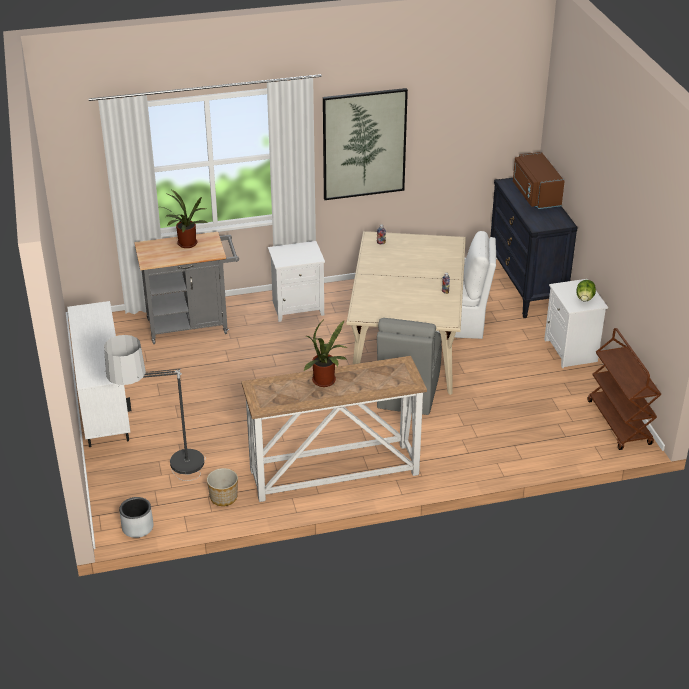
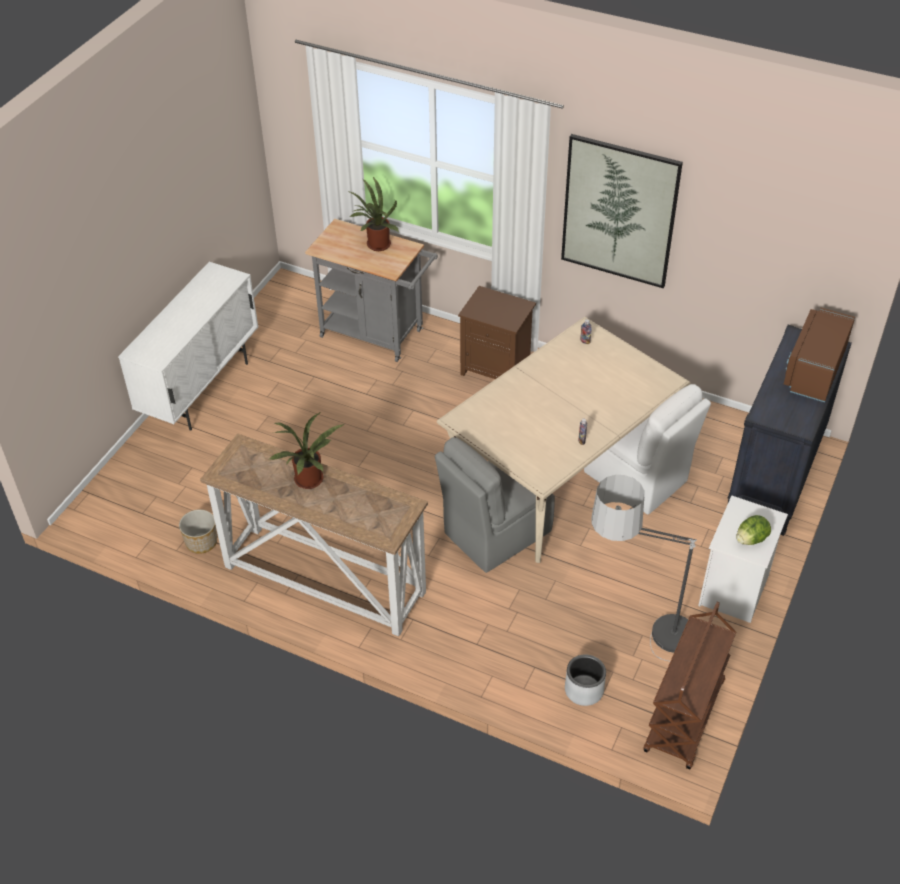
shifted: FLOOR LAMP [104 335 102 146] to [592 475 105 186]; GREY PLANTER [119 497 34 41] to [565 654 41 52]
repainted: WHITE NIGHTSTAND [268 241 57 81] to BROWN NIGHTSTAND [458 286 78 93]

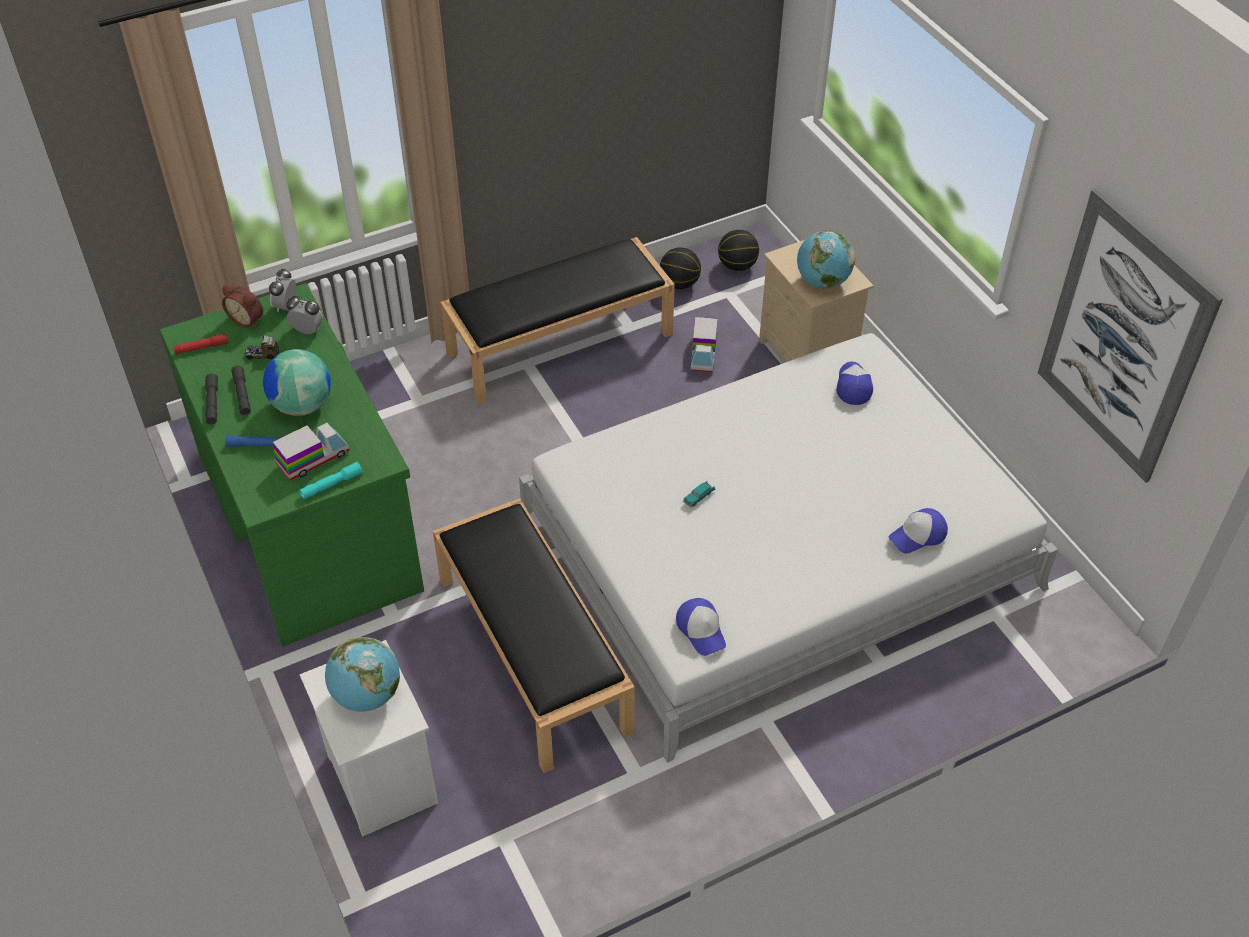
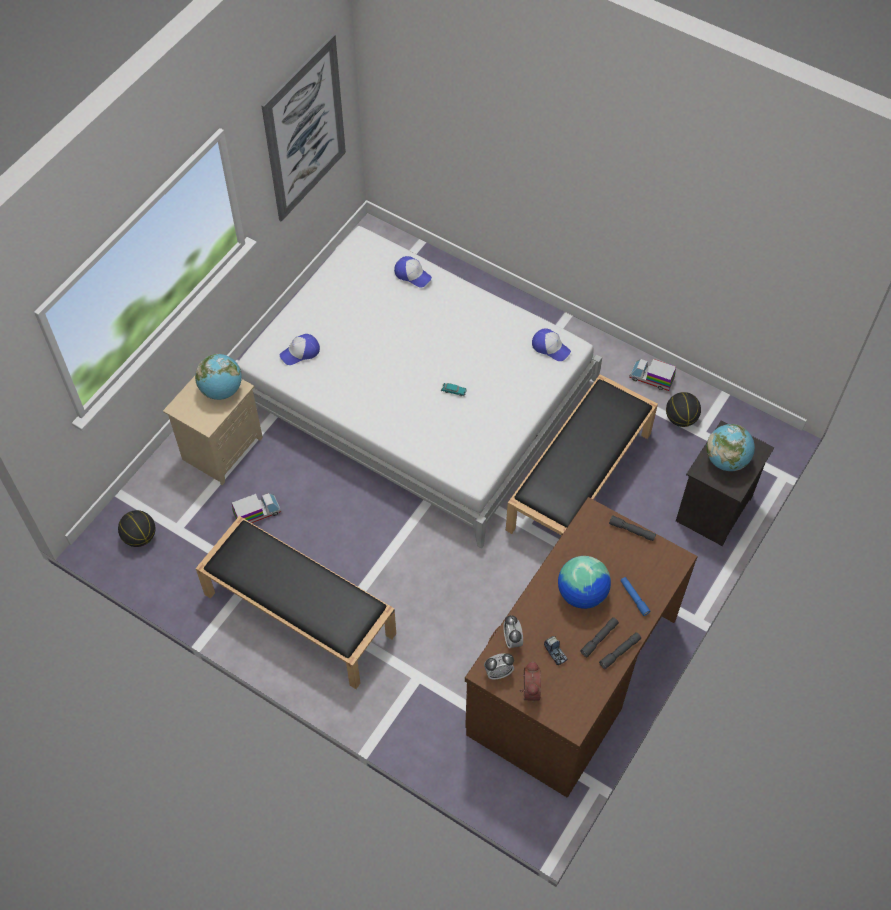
gone: RED FLASHLIGHT [173 333 55 21]
shifted: TOY TRUCK [273 423 77 58] to [629 359 47 32]; BASKETBALL [660 247 41 42] to [666 392 35 35]
repainted: GREEN DESK [159 283 265 364] to BROWN DESK [465 497 233 300]; TURQUOISE FLASHLIGHT [299 462 64 37] to GREY FLASHLIGHT [609 515 47 26]; WHITE NIGHTSTAND [300 640 138 197] to BLACK NIGHTSTAND [676 420 98 126]
rotated: CAP [676 598 50 58] = [532 328 39 33] 90 degrees clockwise

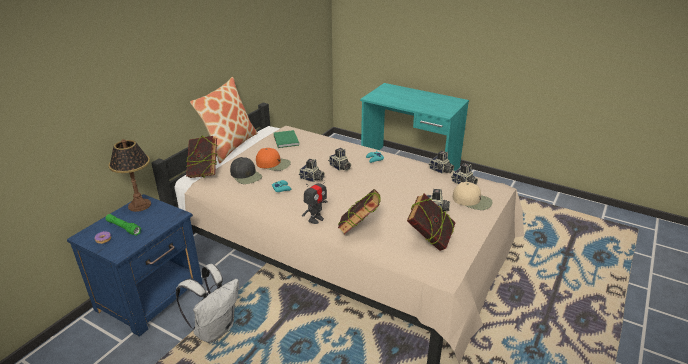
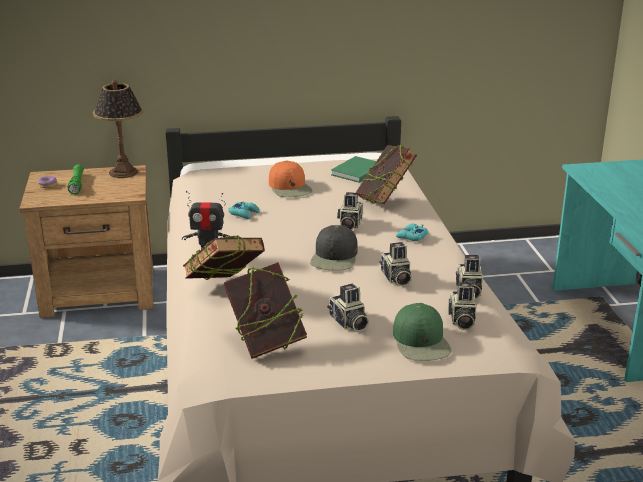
gone: WHITE BACKPACK [176 264 63 79]; PILLOW [190 77 68 86]
shifted: BOOK [186 136 31 42] to [355 144 62 60]; BLACK CAP [230 157 32 27] to [310 225 48 46]; PHOTO CAMERA [299 159 26 23] to [379 242 33 44]
repainted: BLUE NIGHTSTAND [67 194 136 143] to BROWN NIGHTSTAND [19 165 134 153]; BEIGE CAP [453 182 40 28] to GREEN CAP [393 303 59 58]

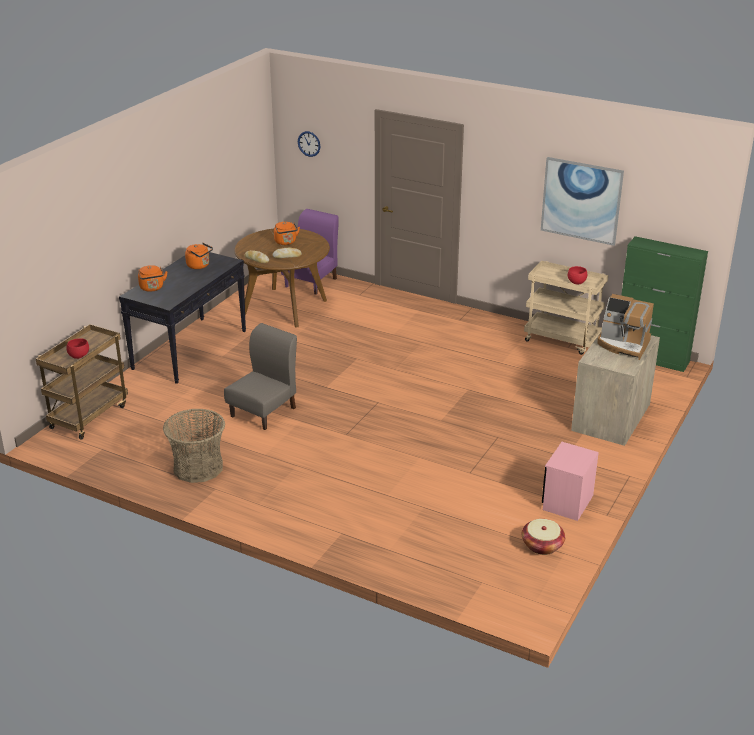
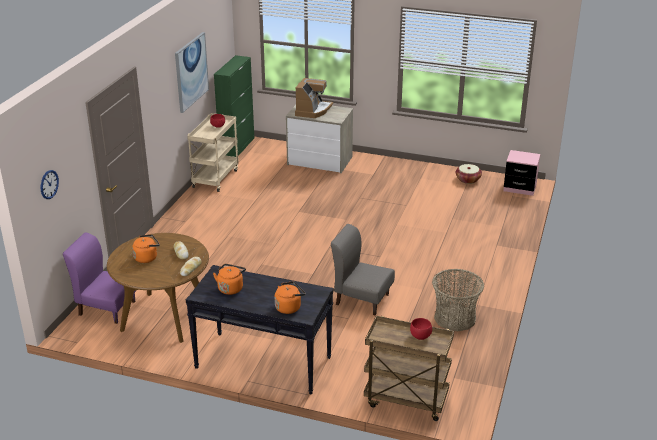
shifted: PINK NIGHTSTAND [542 442 57 79] to [503 150 37 46]

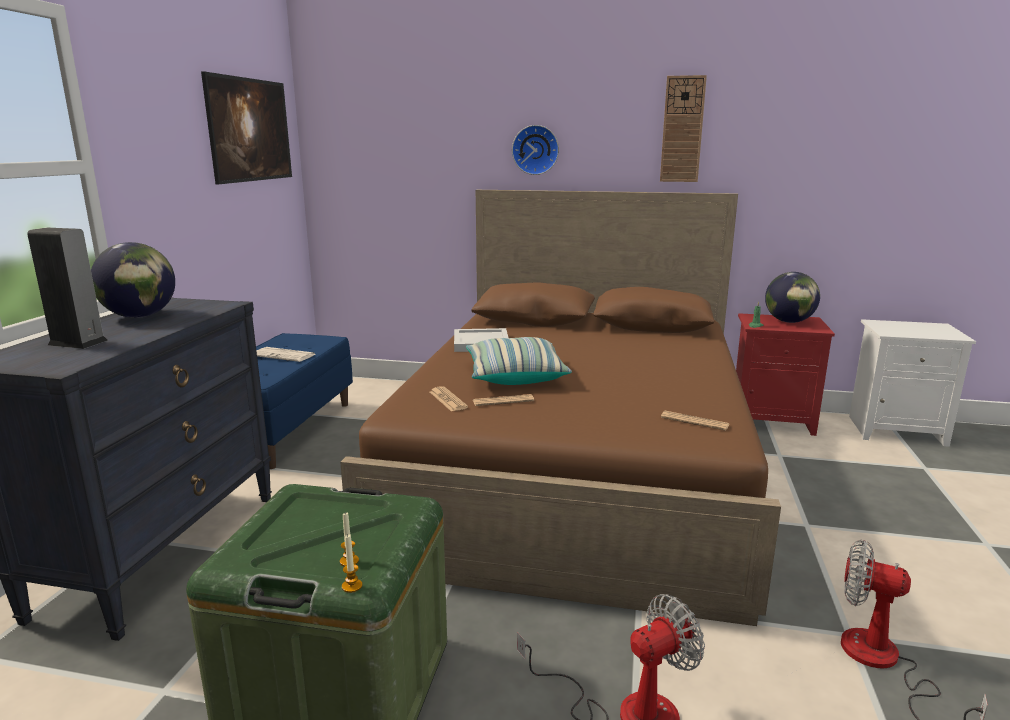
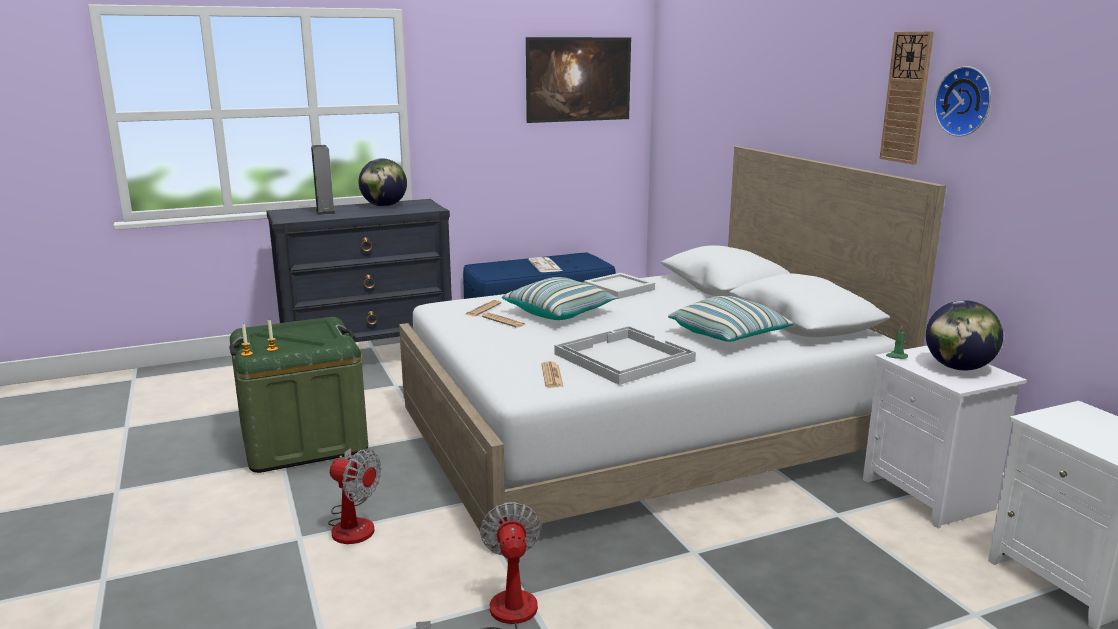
new: WHITE TRAY [555 326 141 59]; PILLOW [668 296 126 46]
shifted: WALL CLOCK [512 125 47 50] to [934 66 57 71]
repainted: BROWN BED [340 190 441 436] to WHITE BED [399 146 547 407]; RED NIGHTSTAND [736 313 99 123] to WHITE NIGHTSTAND [863 346 164 183]

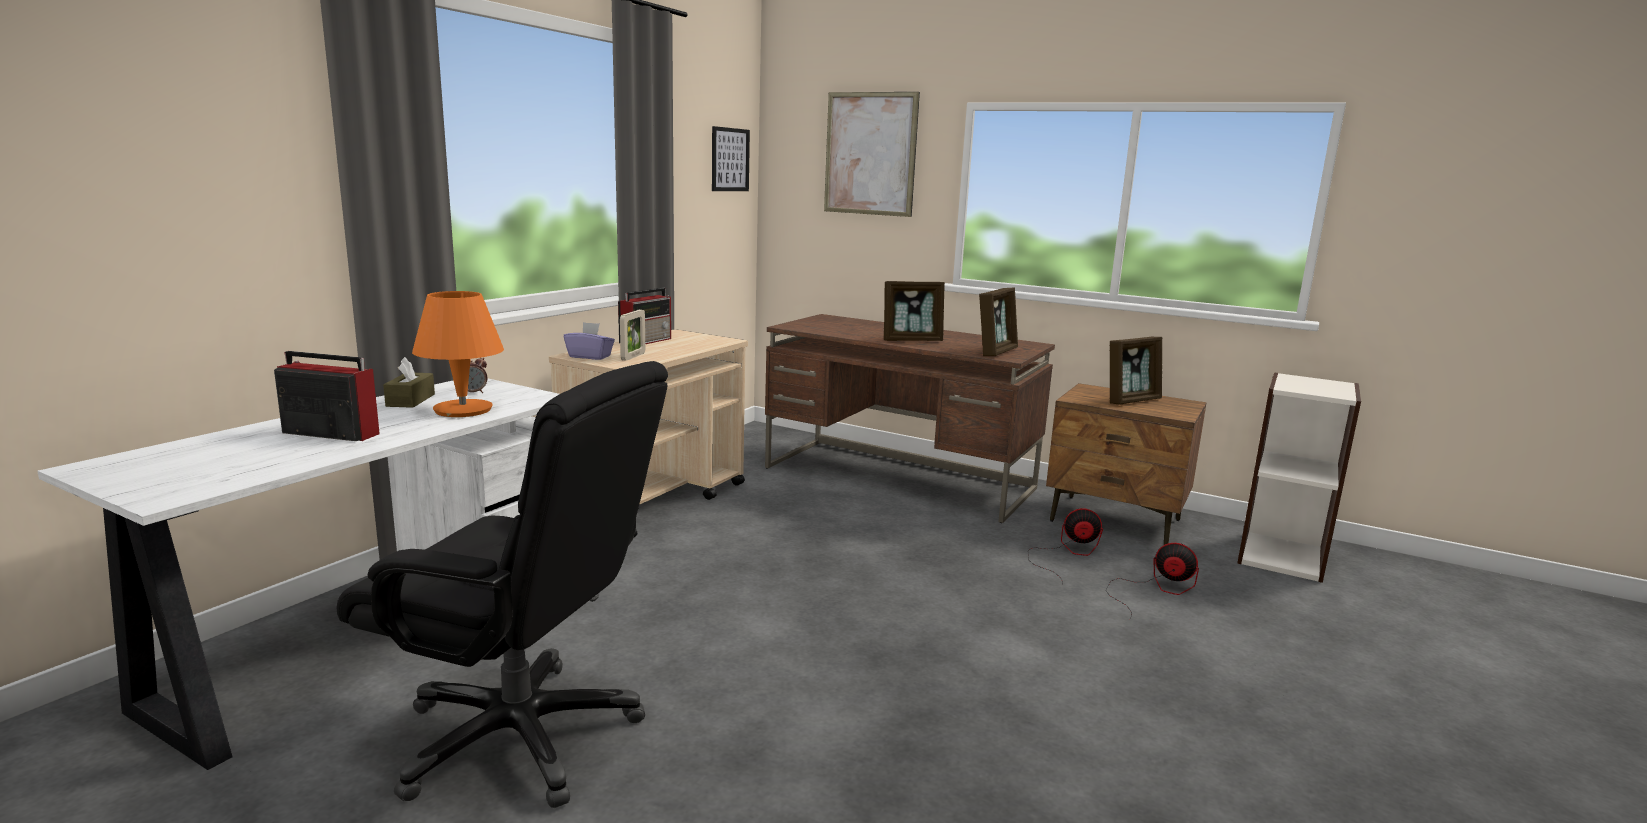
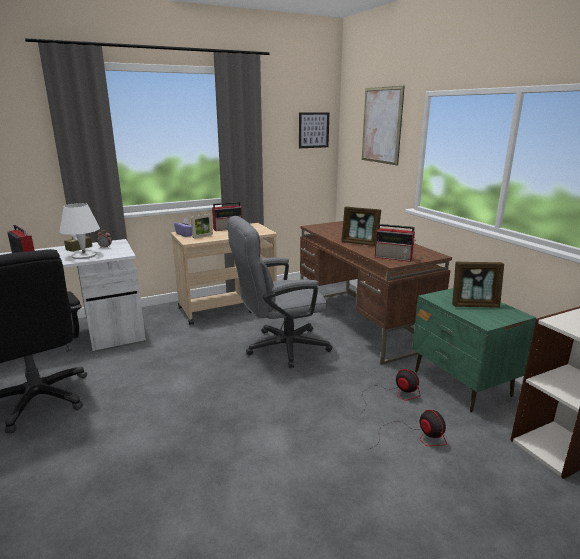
new: GREY OFFICE CHAIR [228 216 105 152]
swapped: PICTURE FRAME [979 287 39 69] to RADIO [375 224 41 38]
repainted: ORANGE TABLE LAMP [412 291 92 126] to WHITE TABLE LAMP [59 203 41 56]; BROWN NIGHTSTAND [1046 383 160 162] to GREEN NIGHTSTAND [412 288 124 124]

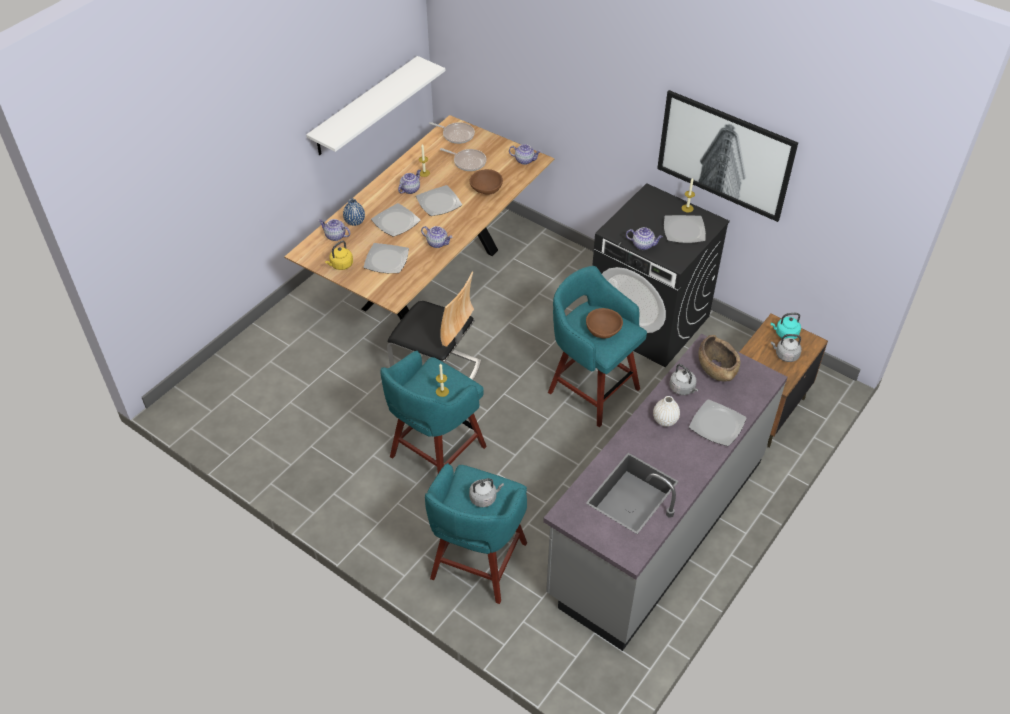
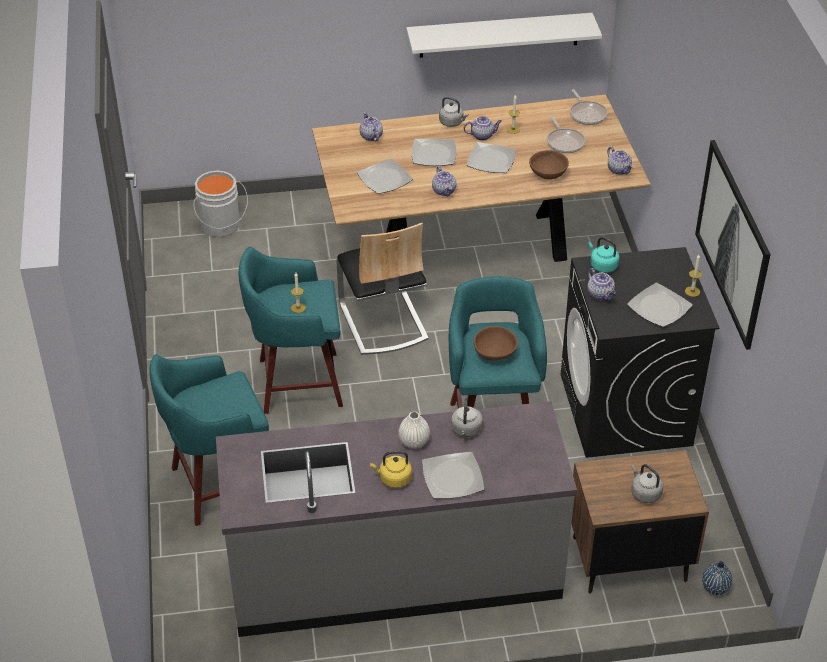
gone: BROWN BOWL [699 335 41 46]
new: GREY BUCKET [193 171 55 66]
shifted: YELLOW KETTLE [325 241 28 29] to [370 451 42 37]; BLUE VASE [343 199 22 27] to [702 561 30 34]; GREY KETTLE [469 478 35 29] to [439 97 30 30]; TURQUOISE KETTLE [771 313 30 26] to [588 237 31 36]

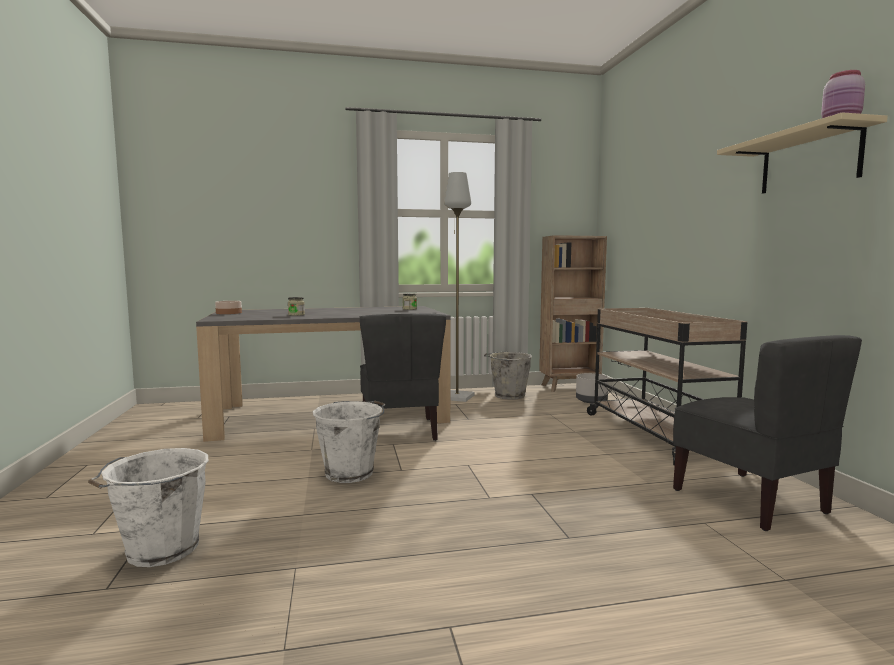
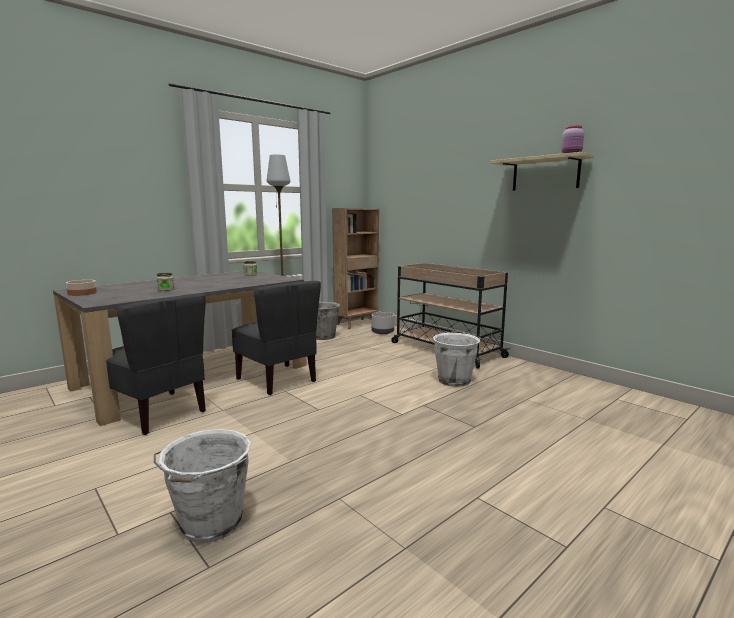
shifted: WHITE BUCKET [313 401 72 82] to [432 331 50 56]; GREY CHAIR [673 335 189 196] to [106 293 100 142]

